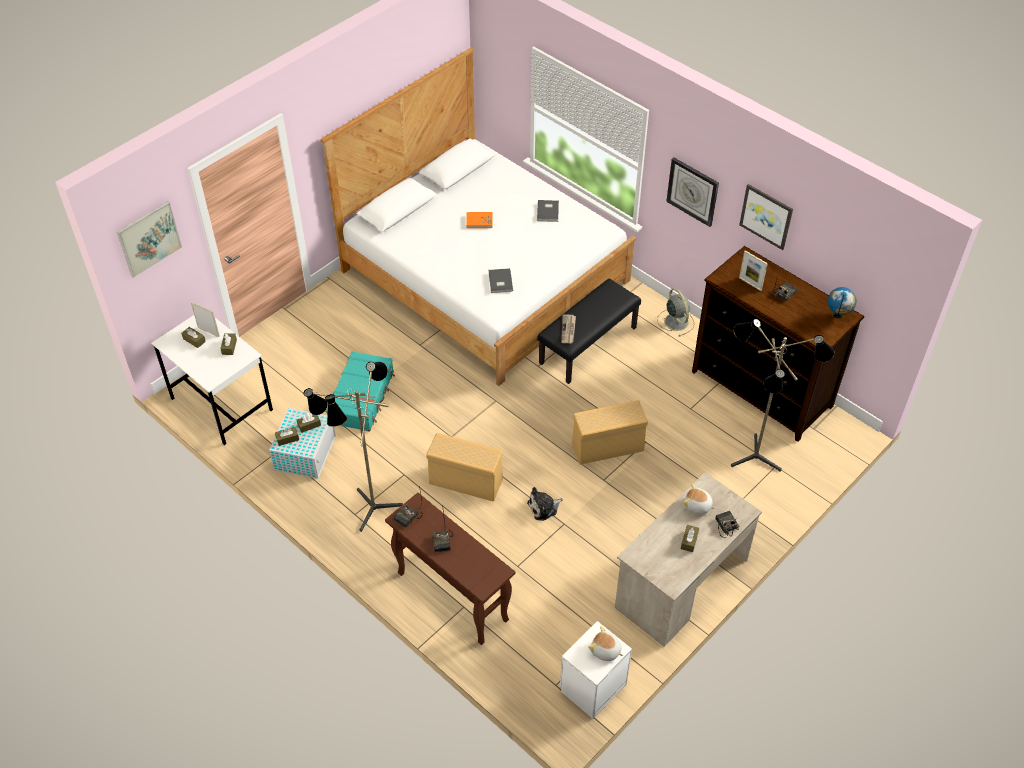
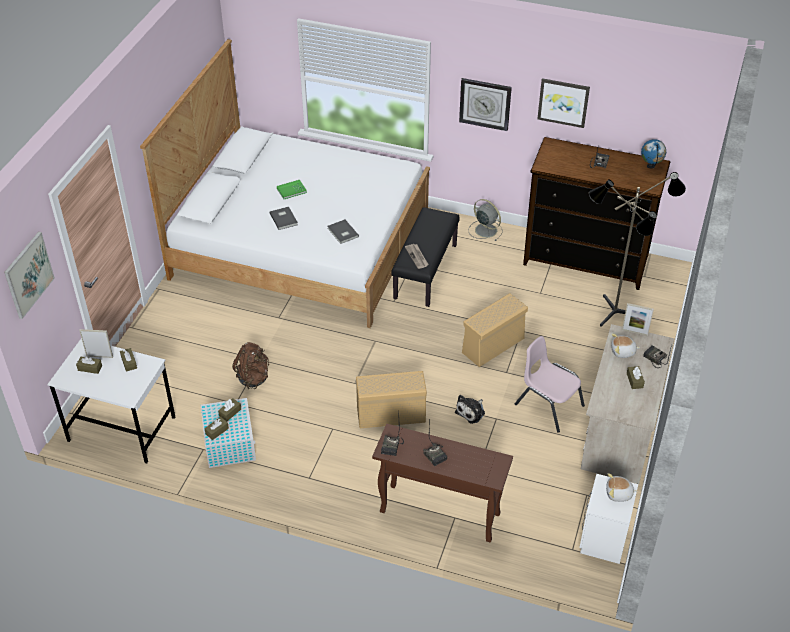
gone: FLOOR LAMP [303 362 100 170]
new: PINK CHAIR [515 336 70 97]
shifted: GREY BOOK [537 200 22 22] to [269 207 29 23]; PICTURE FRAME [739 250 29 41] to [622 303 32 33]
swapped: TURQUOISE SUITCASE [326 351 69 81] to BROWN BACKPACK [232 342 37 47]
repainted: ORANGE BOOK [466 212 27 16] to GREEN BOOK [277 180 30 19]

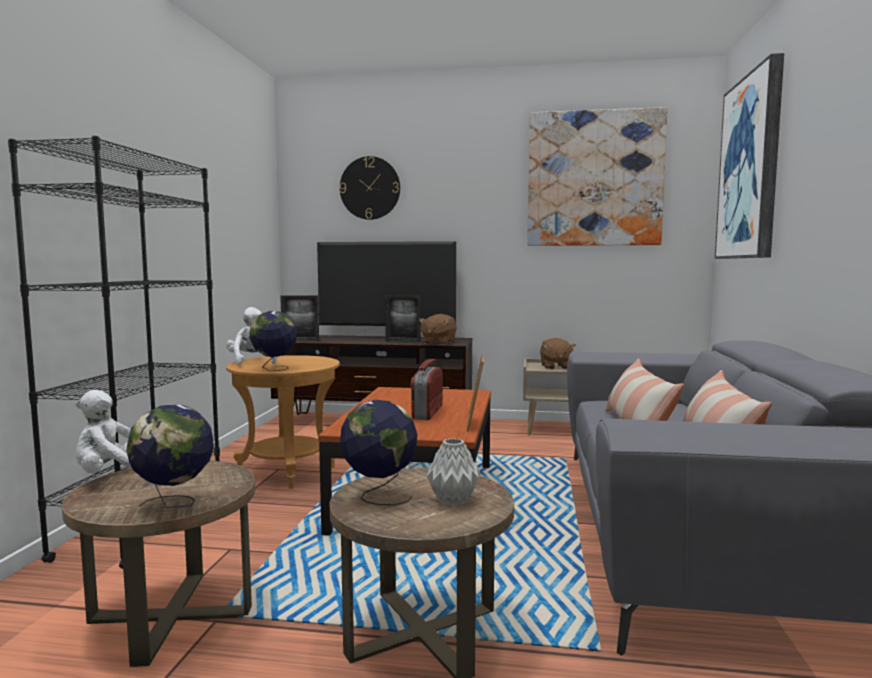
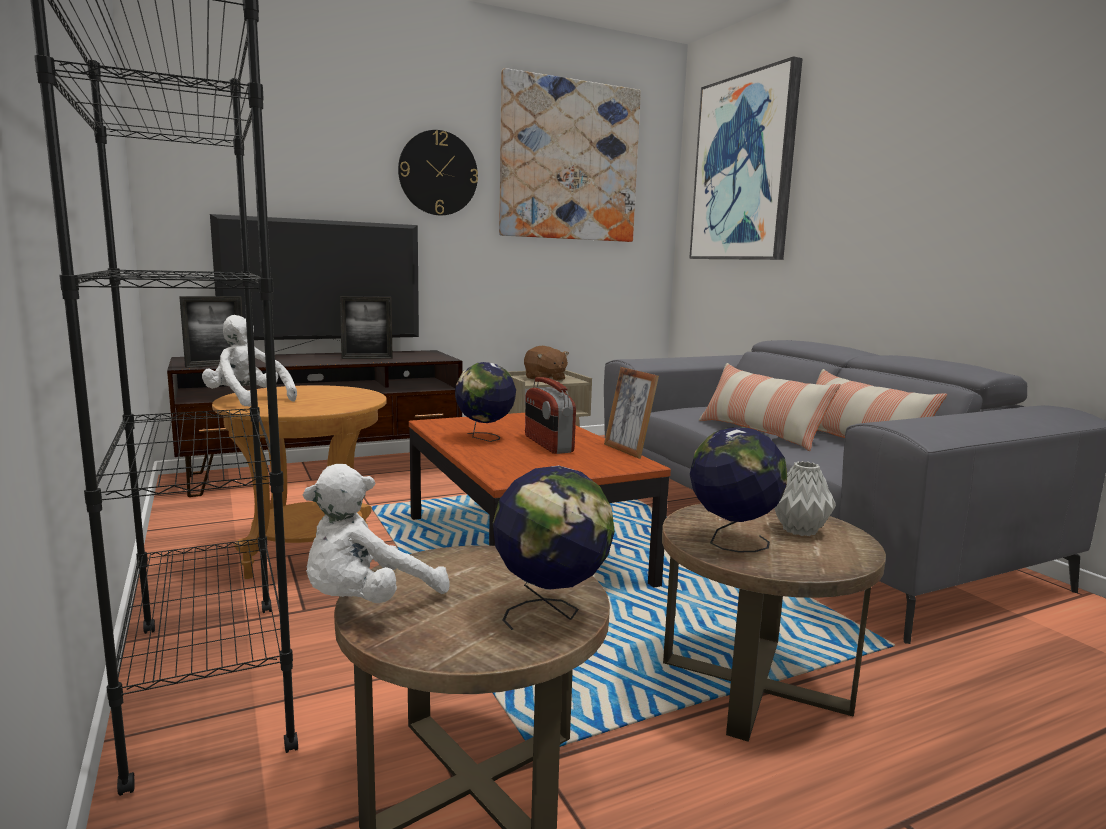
gone: BROWN PLUSH TOY [419 314 38 31]
shifted: GLOBE [249 311 48 60] to [455 362 61 80]; WALL CLOCK [339 156 61 64] to [398 130 80 85]

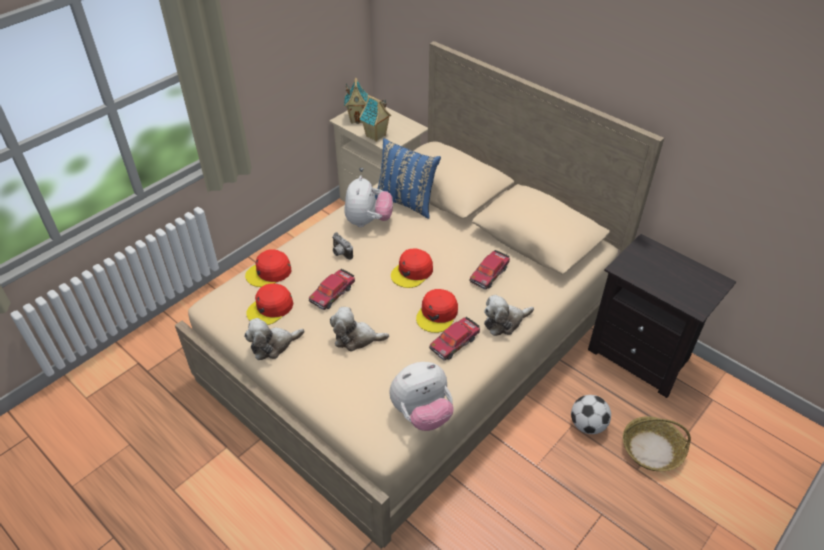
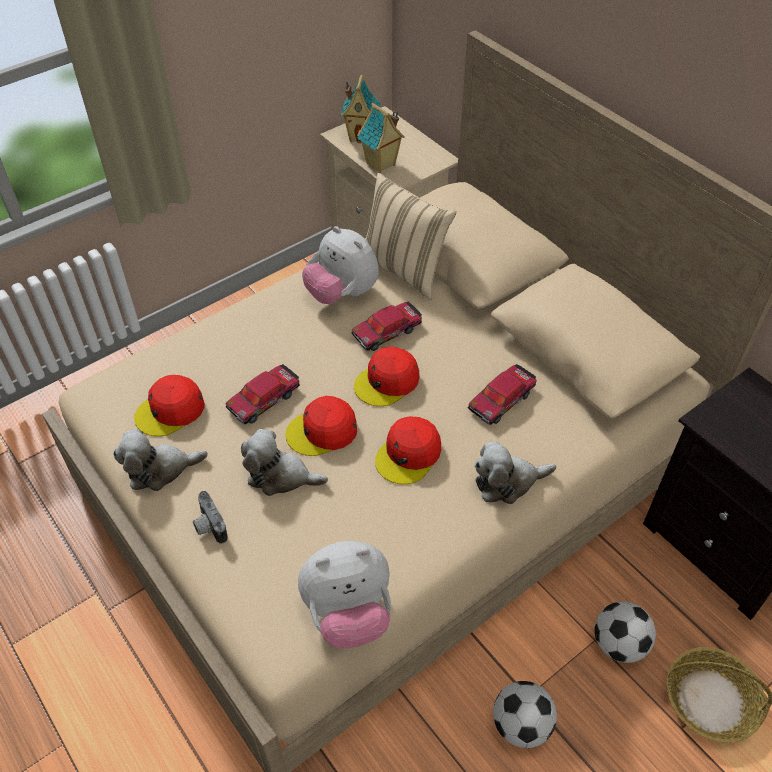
new: FOOTBALL [493 681 64 67]
shifted: RED CAP [245 249 47 38] to [285 396 72 60]; PHOTO CAMERA [332 232 21 28] to [193 491 35 53]; TOY CAR [429 317 51 43] to [351 301 71 50]
repainted: BLUE PILLOW [375 138 66 81] to BEIGE PILLOW [366 173 91 127]
rotated: PLUSH TOY [344 175 49 52] = [302 226 77 78] 120 degrees clockwise

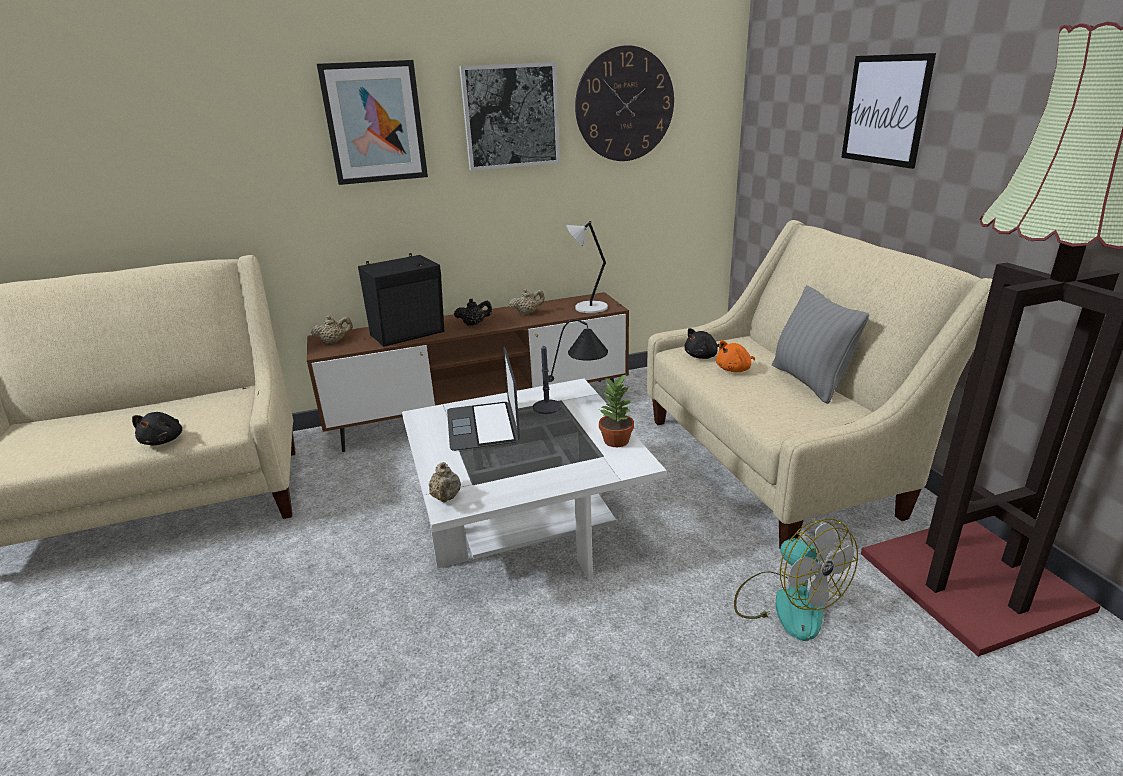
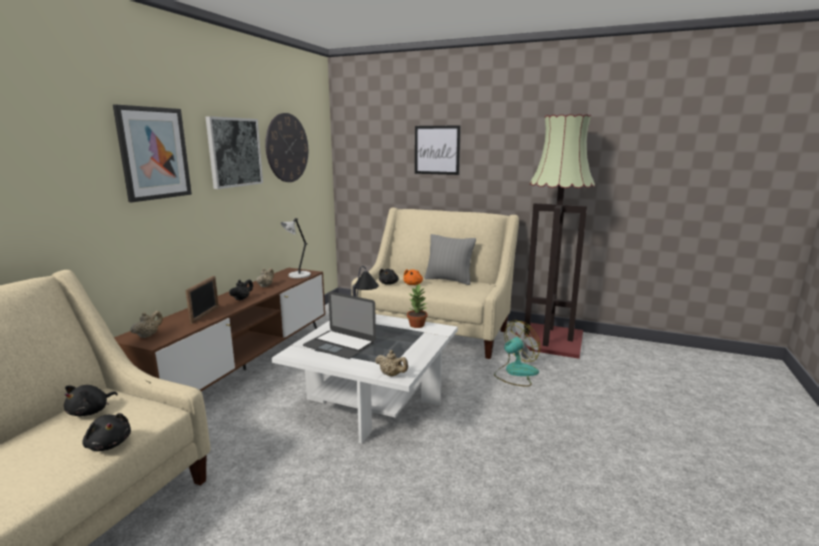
new: BLACK PLUSH TOY [64 385 54 31]
swapped: BLACK SPEAKER [358 253 86 94] to PICTURE FRAME [185 276 34 48]
rotated: FAN [734 518 124 123] = [494 320 47 67] 45 degrees counterclockwise

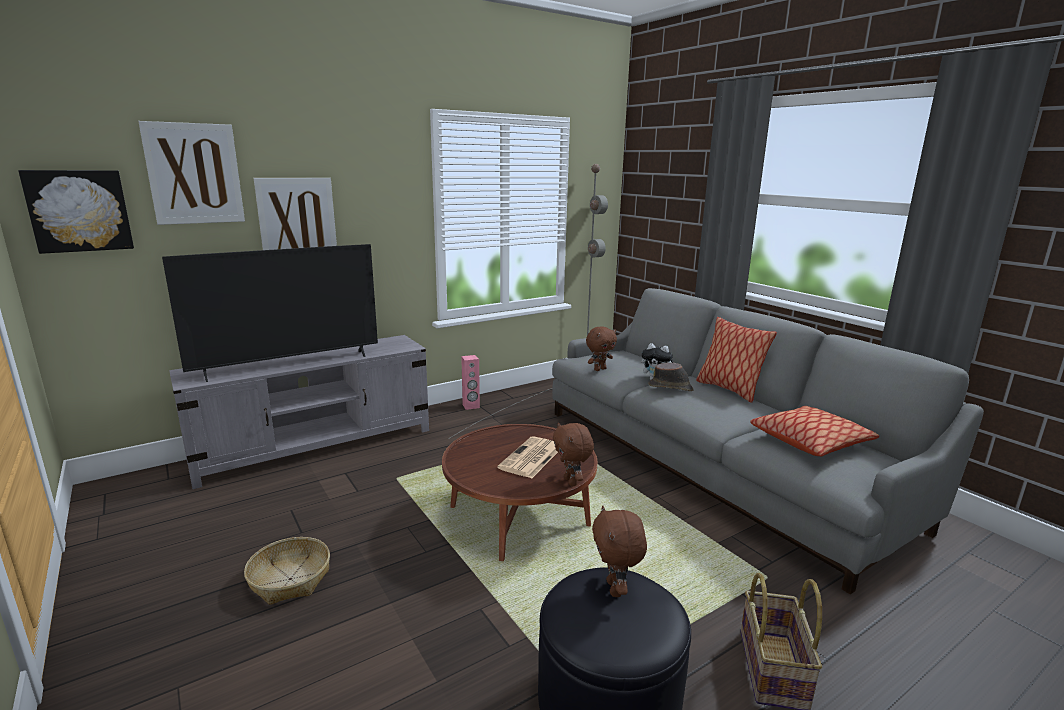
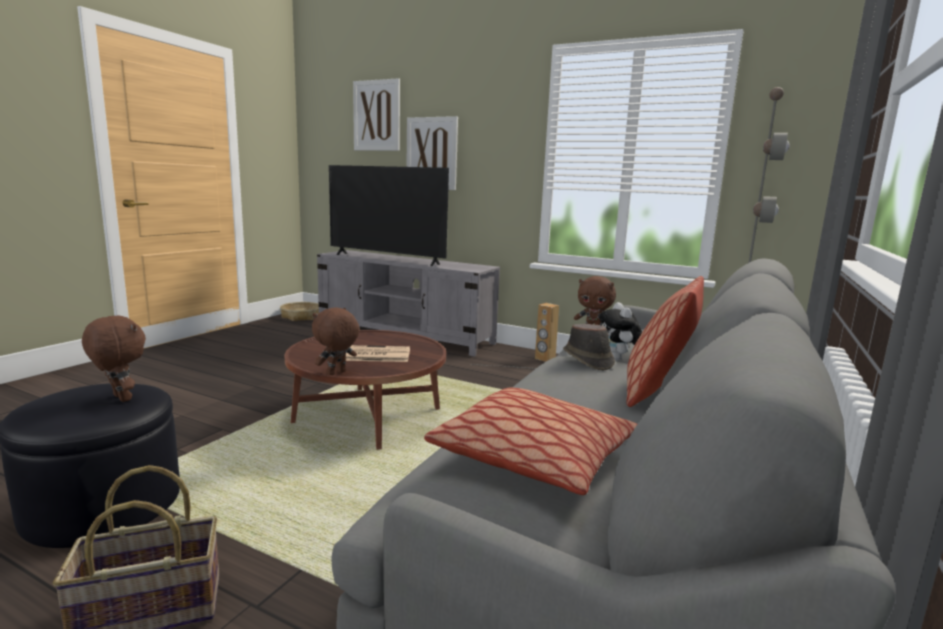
gone: PICTURE [18 170 116 84]
shifted: BASKET [244 537 86 68] to [280 302 39 19]
repainted: PINK SPEAKER [461 355 19 55] to BROWN SPEAKER [535 303 24 59]
rotated: BROWN PLUSH TOY [592 506 55 91] = [82 315 64 87] 75 degrees clockwise

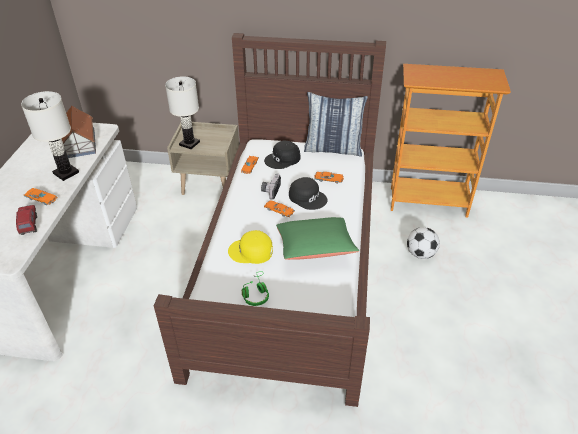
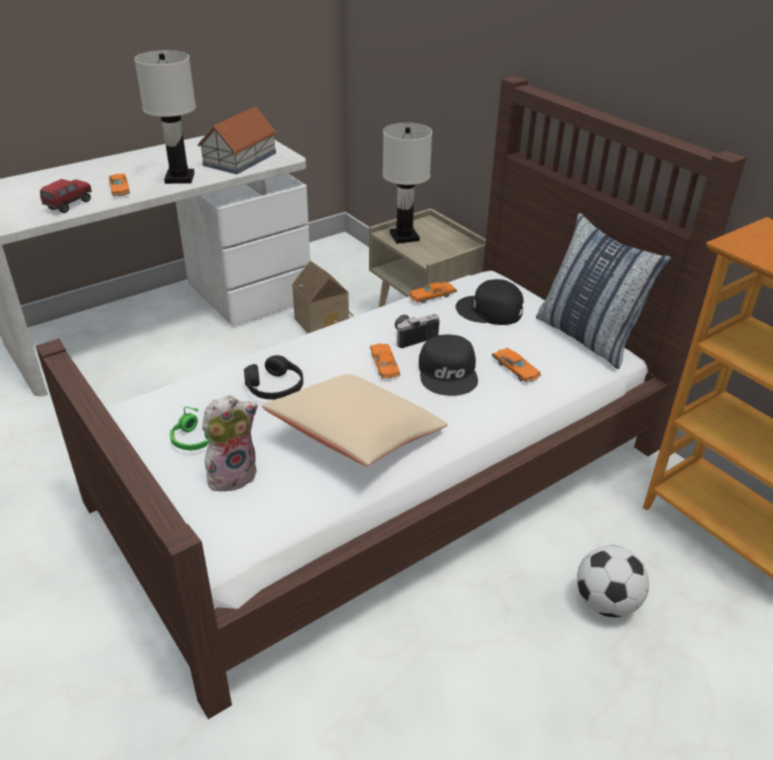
new: PLUSH TOY [202 395 56 97]; TOY HOUSE [292 261 62 72]
swapped: YELLOW CAP [228 230 45 34] to BLACK HEADPHONES [244 355 59 45]
repainted: GREEN PILLOW [276 217 83 43] to BEIGE PILLOW [262 374 186 92]

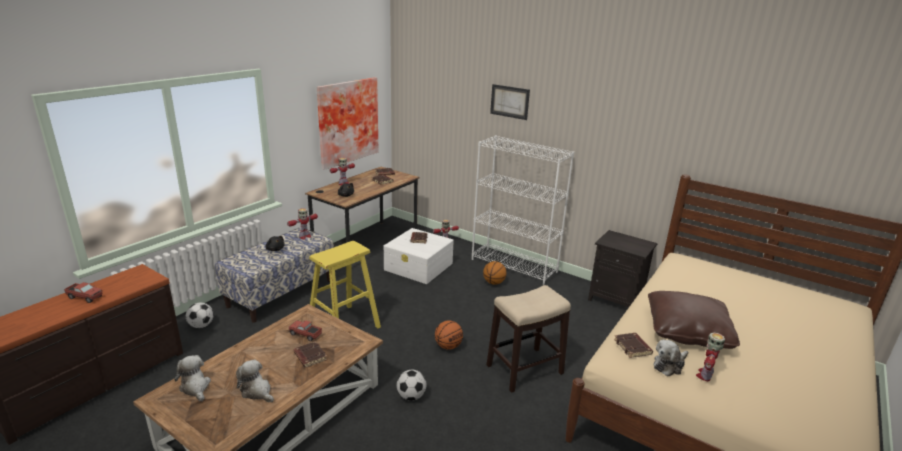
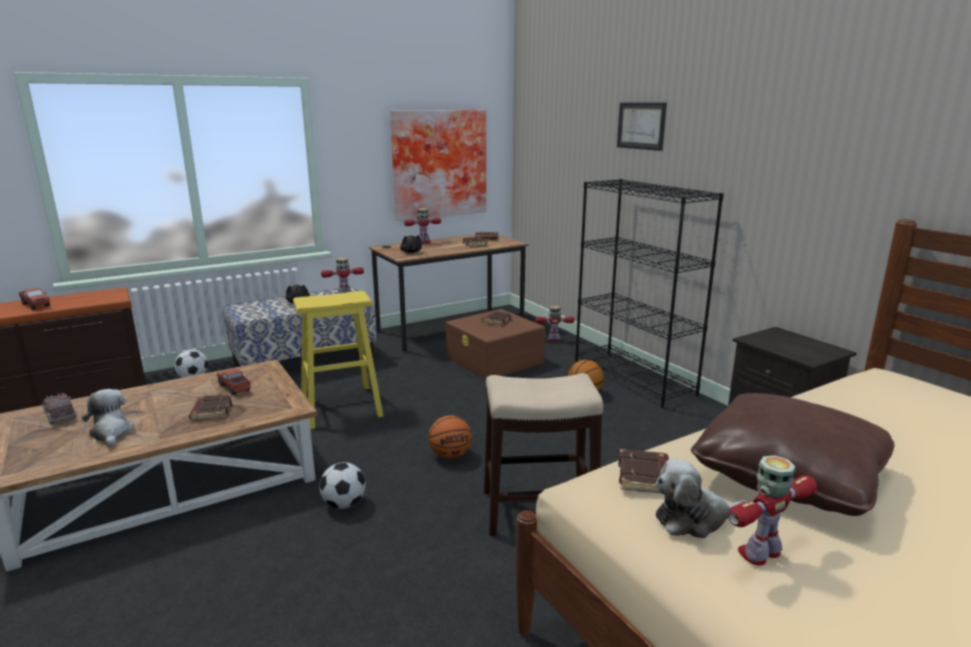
swapped: PLUSH TOY [174 355 37 46] to TOY TRUCK [42 393 35 31]
repainted: WHITE STORAGE BOX [384 228 70 56] to BROWN STORAGE BOX [446 309 99 70]; WHITE BOOKCASE [472 135 102 150] to BLACK BOOKCASE [575 179 149 229]

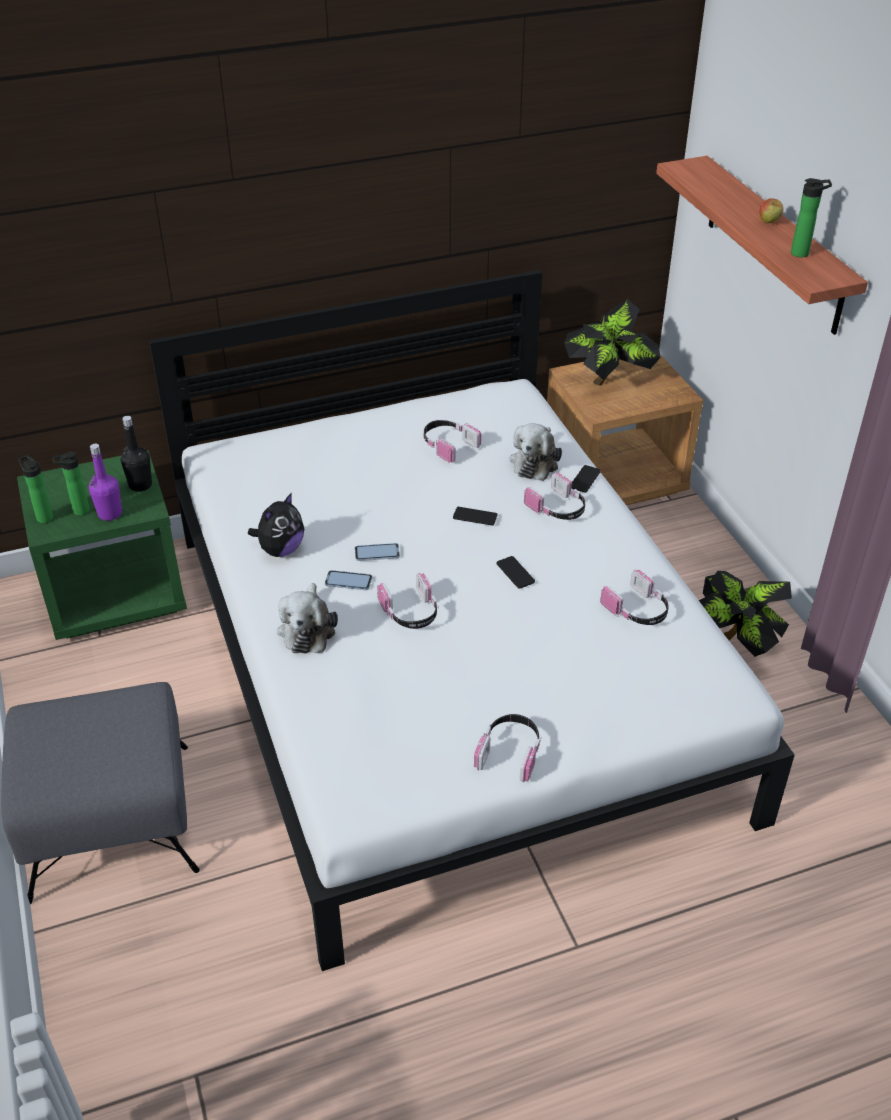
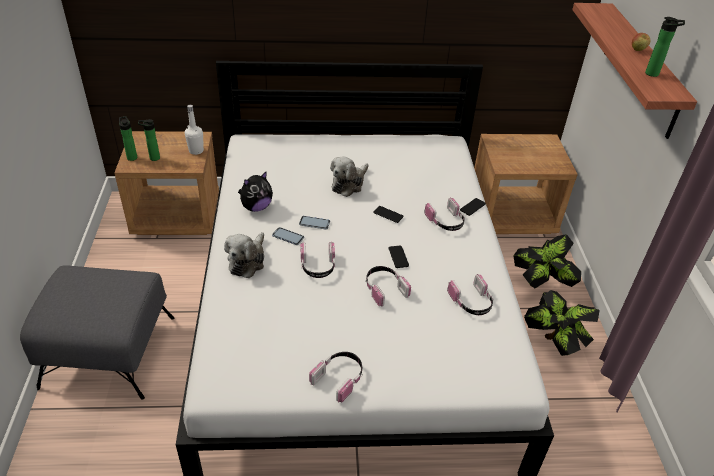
gone: PURPLE BOTTLE [89 444 33 77]
shifted: HEADPHONES [424 420 57 43] to [366 266 45 41]; PLUSH TOY [510 423 52 58] to [330 156 38 41]; POTTED PLANT [564 299 97 86] to [513 234 68 55]
repainted: GREEN NIGHTSTAND [17 450 170 190] to BROWN NIGHTSTAND [114 131 105 104]; BLACK BOTTLE [121 416 31 76] to WHITE BOTTLE [185 105 19 50]

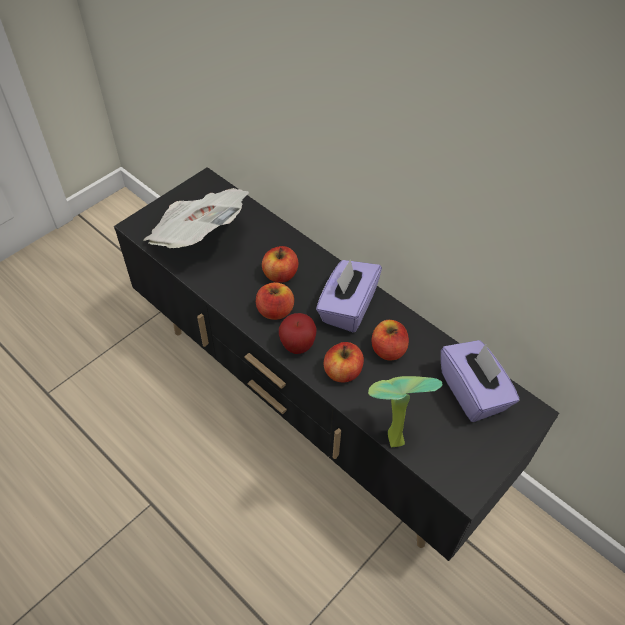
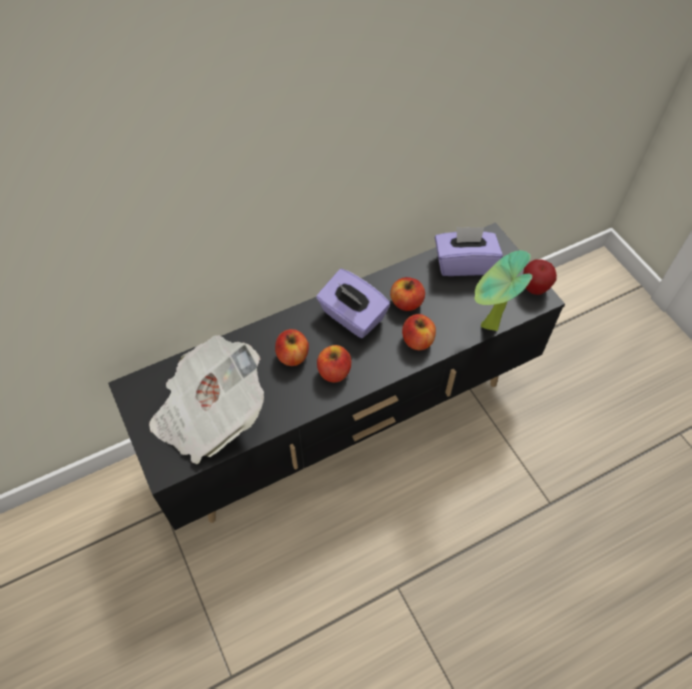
shifted: APPLE [279 313 38 41] to [523 259 34 36]

